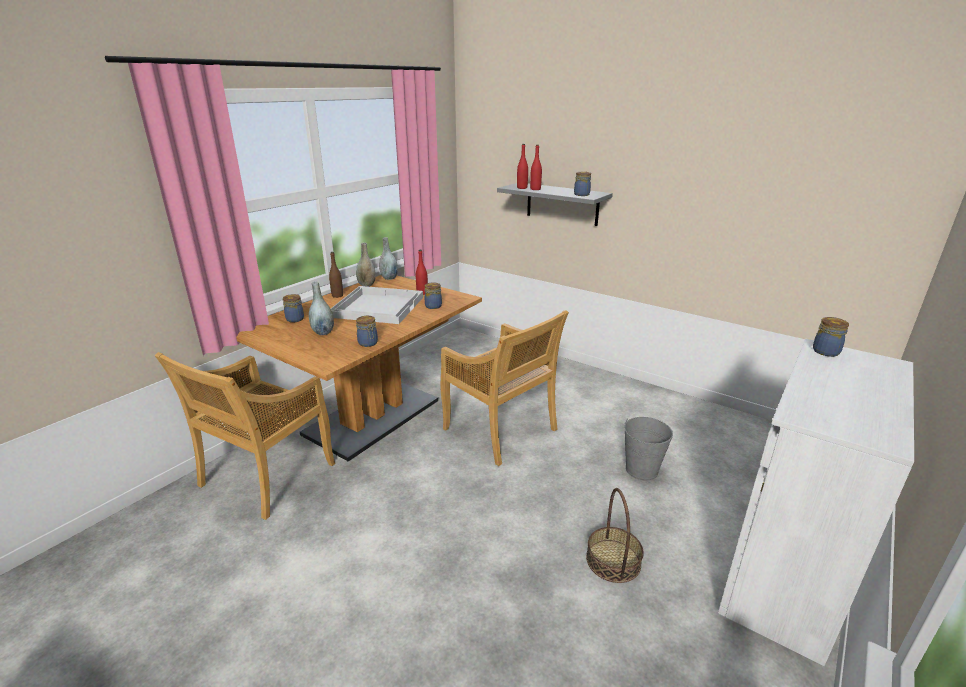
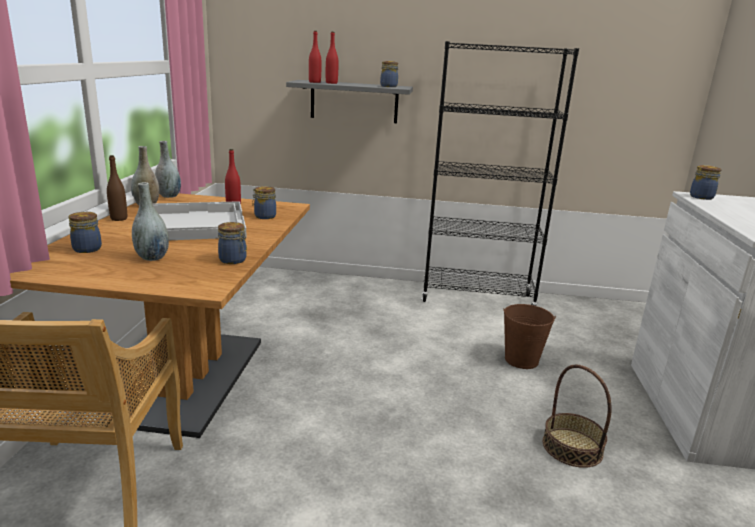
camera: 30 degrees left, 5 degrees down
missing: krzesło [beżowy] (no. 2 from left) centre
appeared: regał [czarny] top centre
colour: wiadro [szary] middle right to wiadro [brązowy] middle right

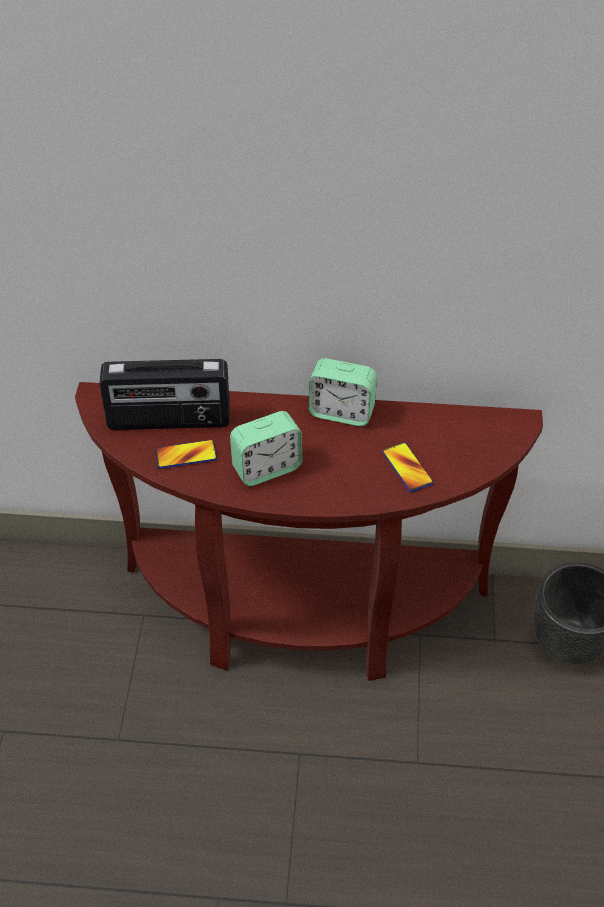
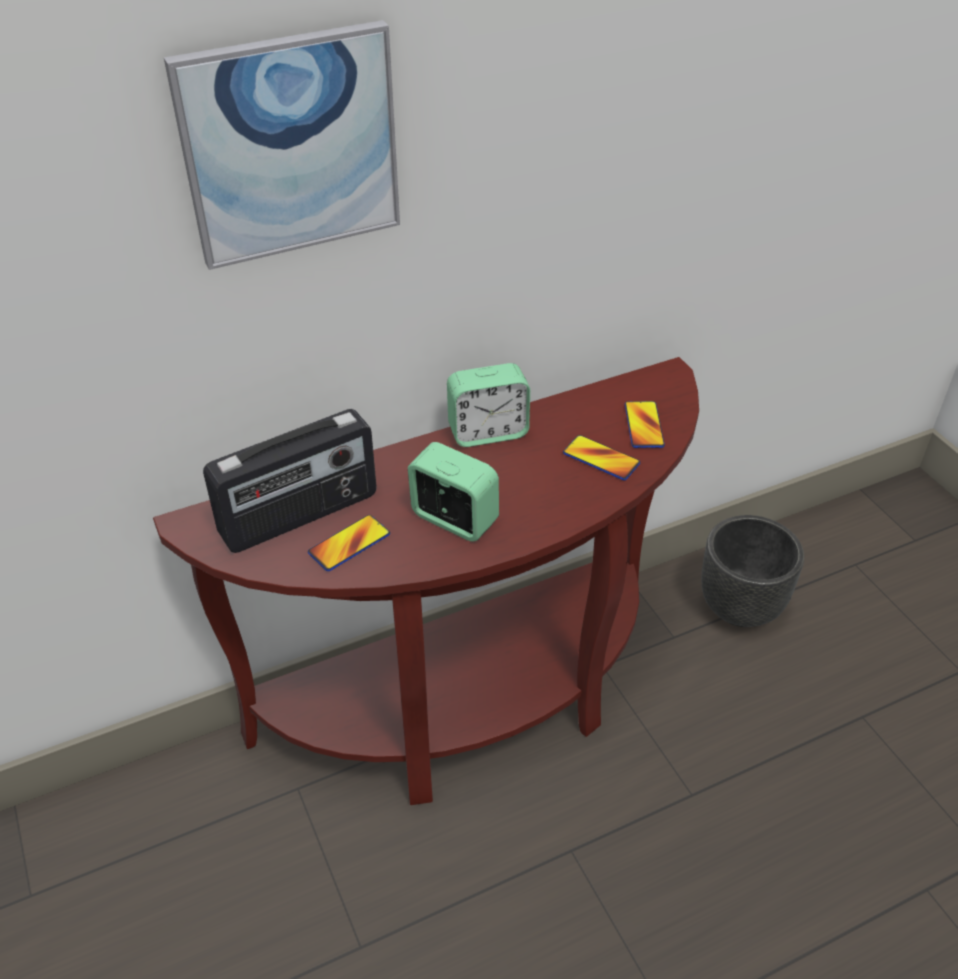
camera: 30 degrees left, 5 degrees down
appeared: obraz top left; telefon (no. 3 from left) middle right
spun: budzik (no. 1 from left) centre = centre 90 degrees counterclockwise

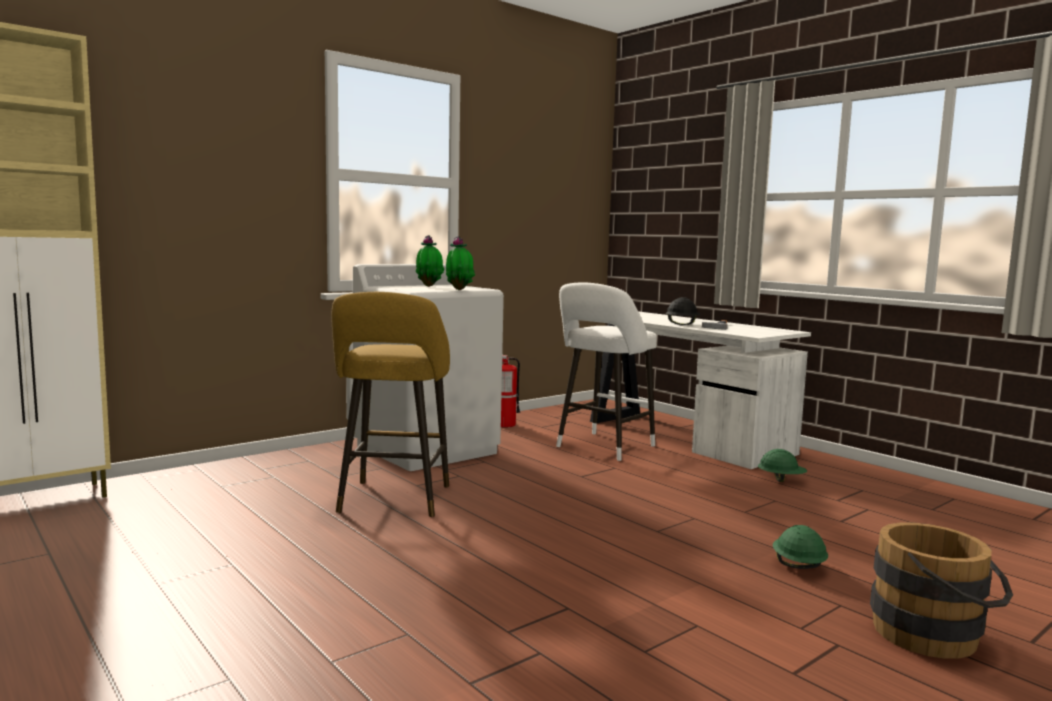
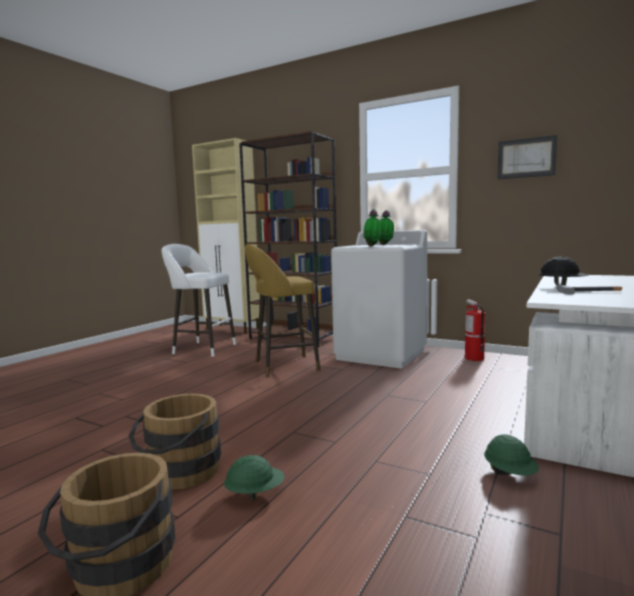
camera: 70 degrees right, 0 degrees up
appeared: wiadro [brązowy] (no. 2 from left) bottom left; regał [brązowy] centre; obraz top right
relocated: stołek [biały] centre to middle left

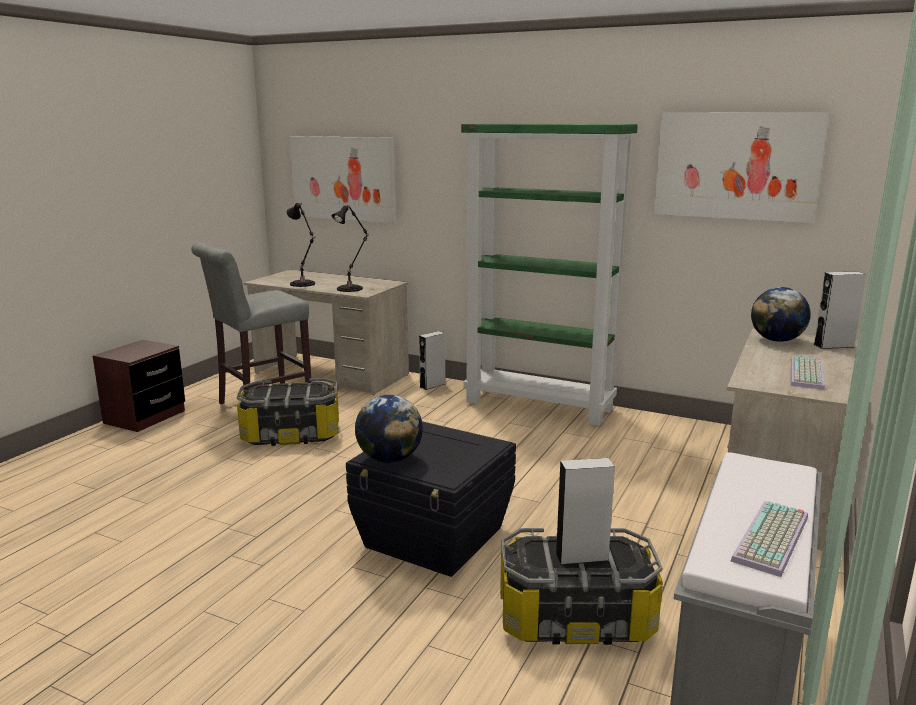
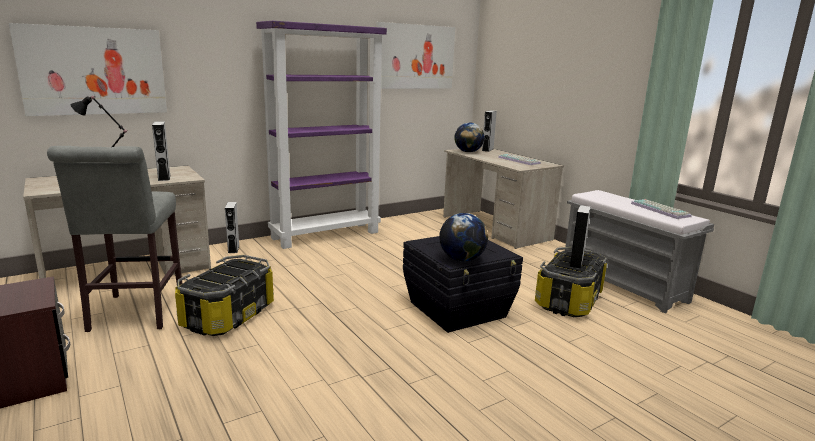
camera: 60 degrees left, 0 degrees up
exchanged: lampa stołowa [czarny] (no. 2 from left) centre to głośnik [szary] (no. 1 from left) middle left
colour: regał [zielony] centre to regał [fioletowy] top centre

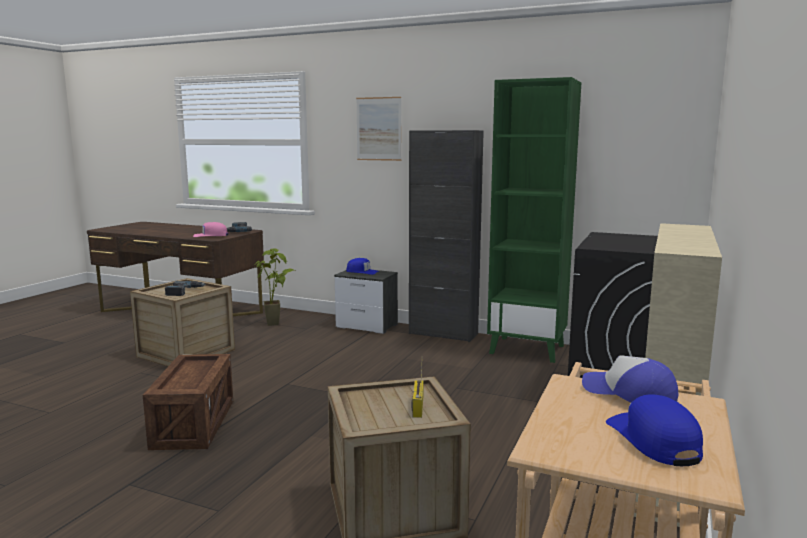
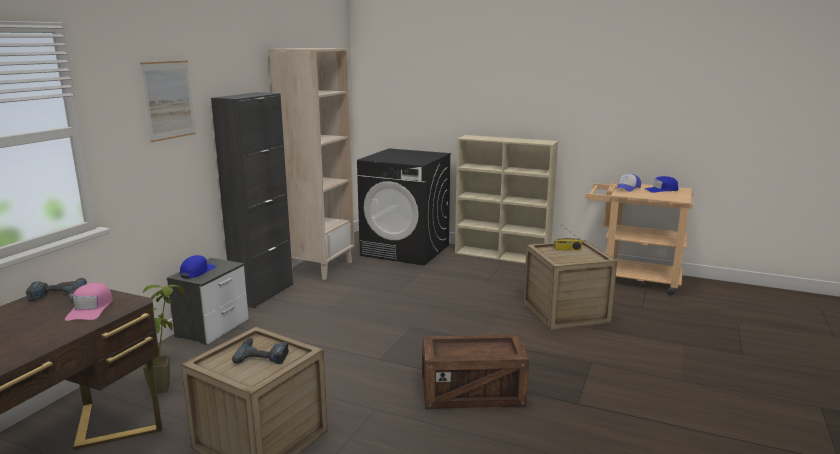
camera: 90 degrees left, 5 degrees up
colour: regał [zielony] centre to regał [beżowy] (no. 1 from left) centre

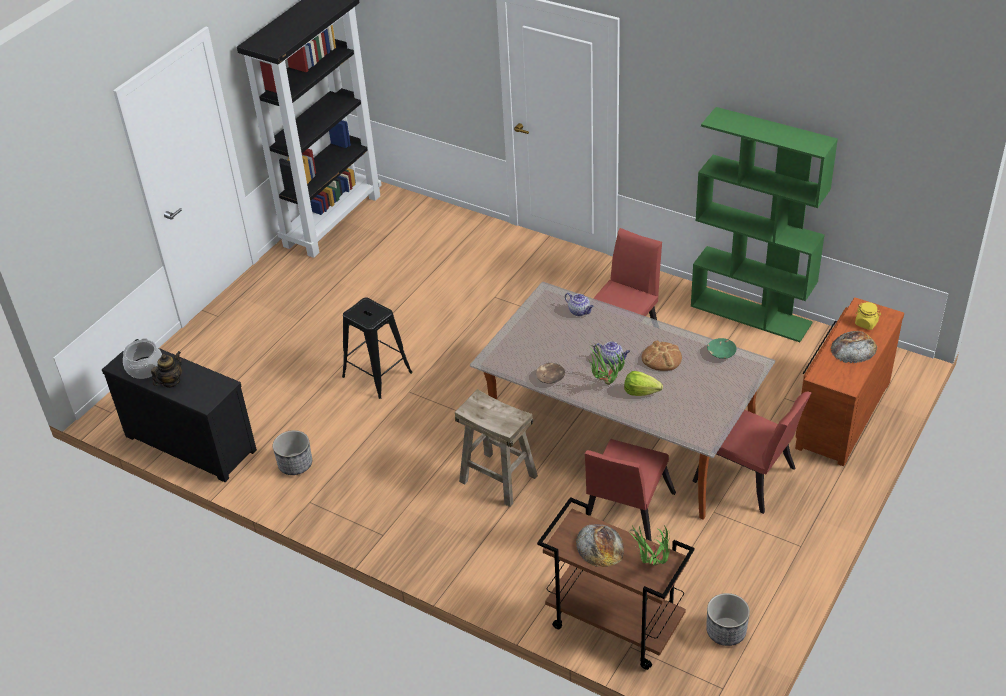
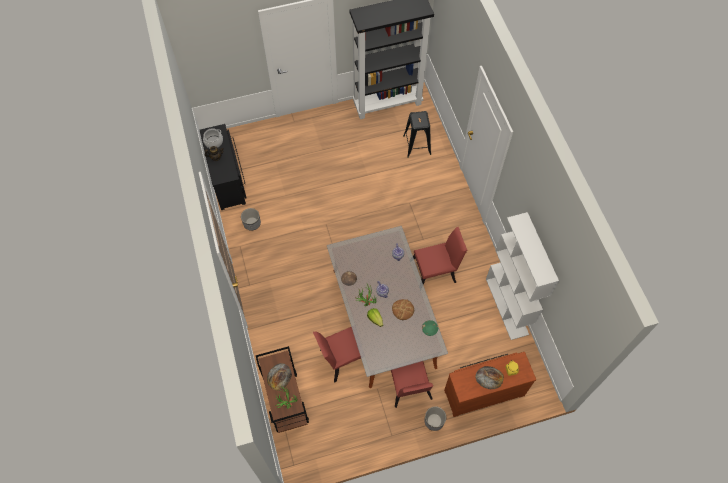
camera: 40 degrees right, 20 degrees up
missing: stołek [beżowy] centre
relocated: stołek [czarny] centre to top centre; donica (no. 2 from left) bottom right to bottom centre
colour: regał [zielony] top right to regał [biały] middle right

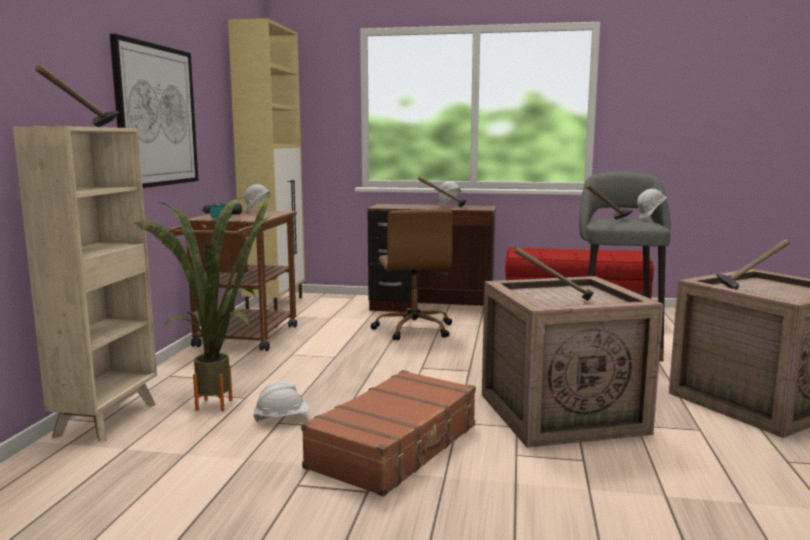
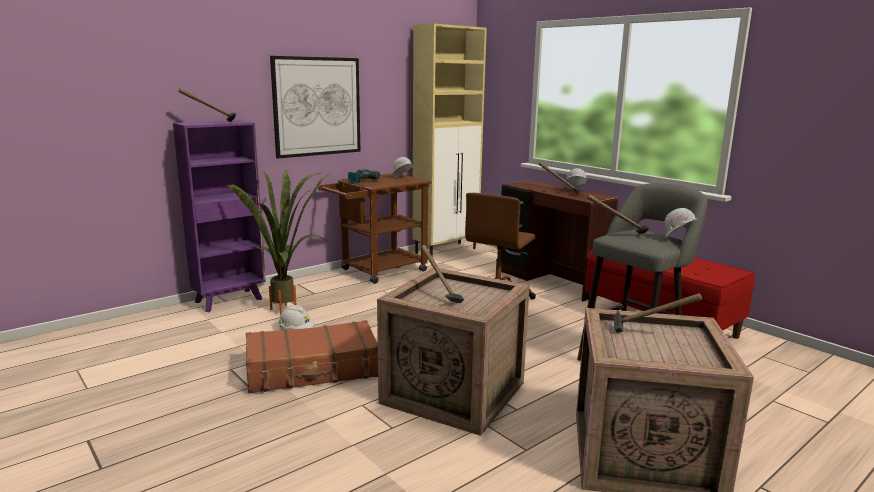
camera: 40 degrees right, 5 degrees up
colour: regał [beżowy] middle left to regał [fioletowy] middle left

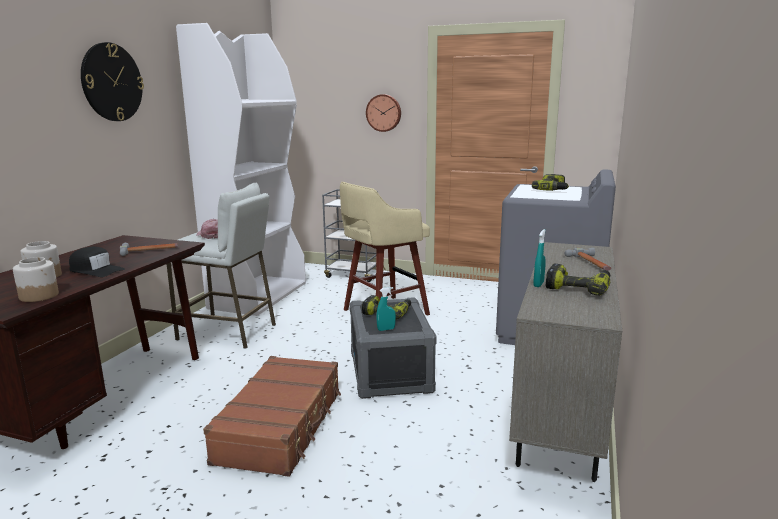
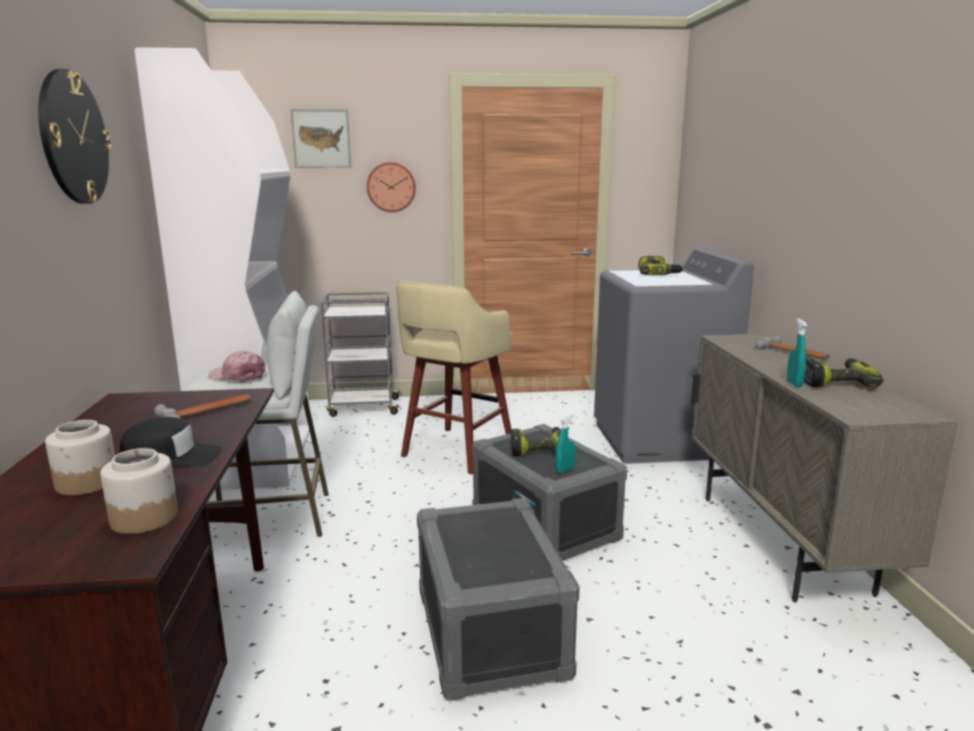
camera: 25 degrees left, 0 degrees up
appeared: obraz top left
exchanged: walizka [brązowy] bottom centre to pojemnik do przechowywania [szary] (no. 1 from left) bottom centre

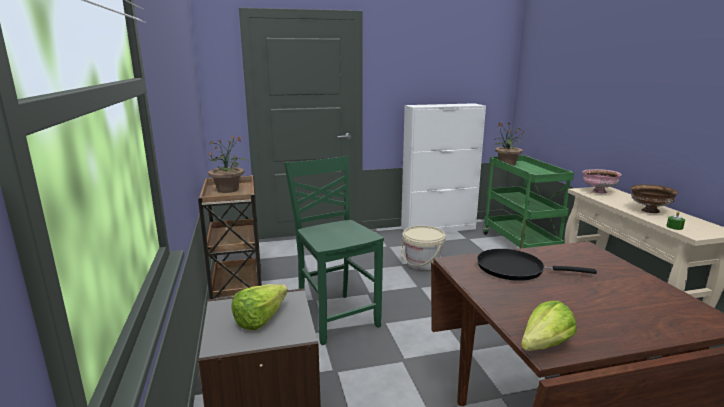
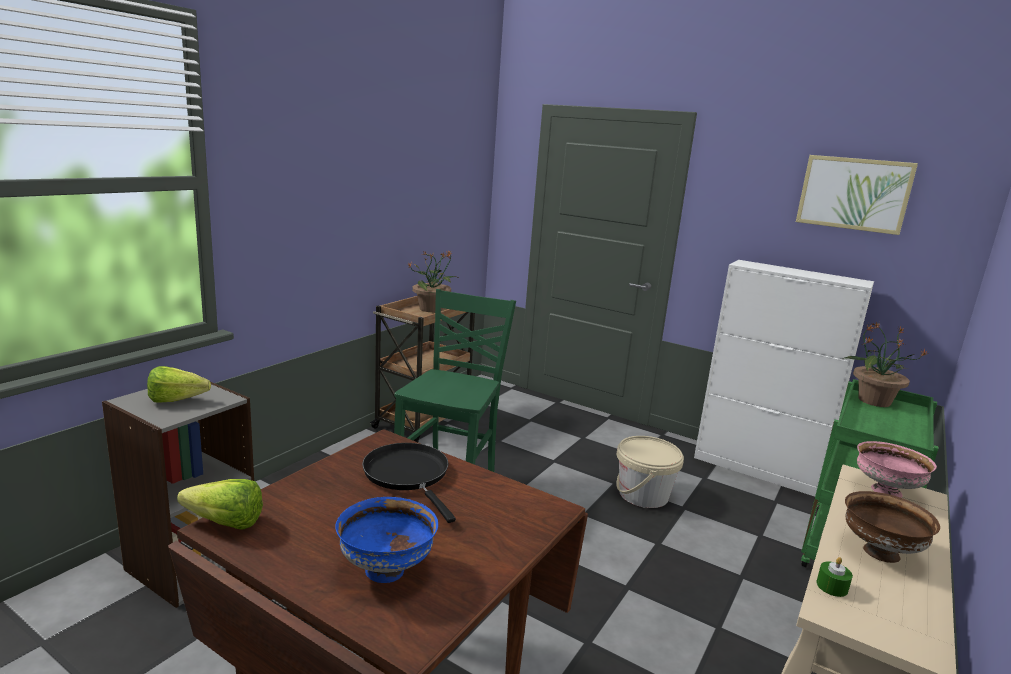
camera: 45 degrees right, 0 degrees up
appeared: miska [niebieski] bottom centre; obraz top right

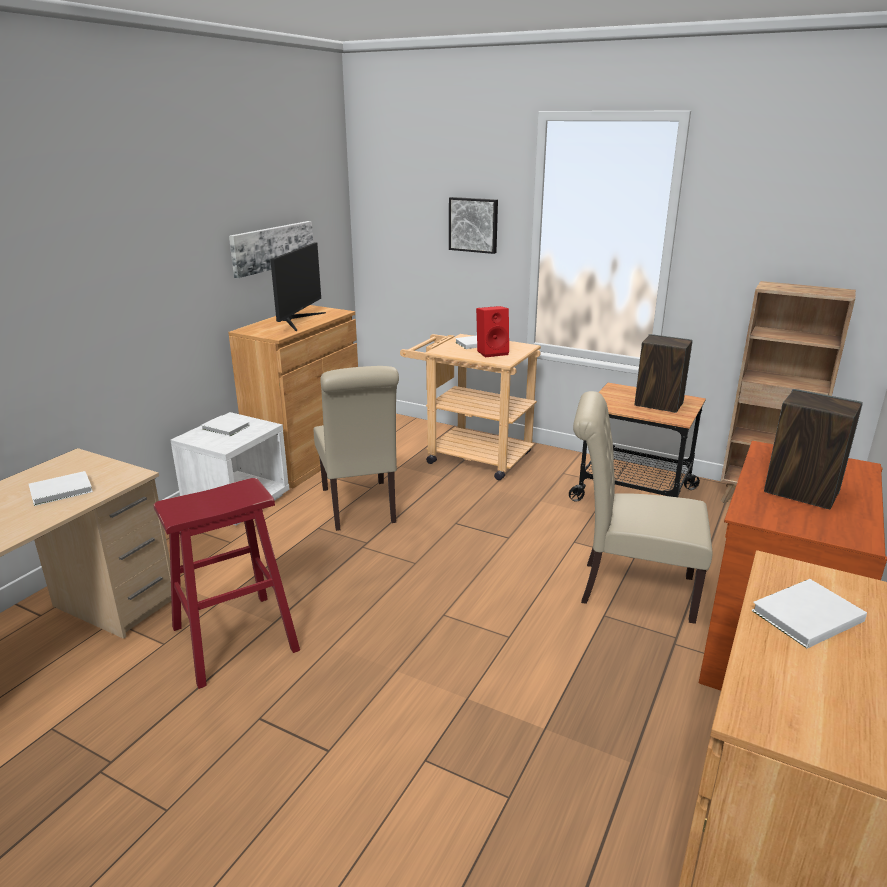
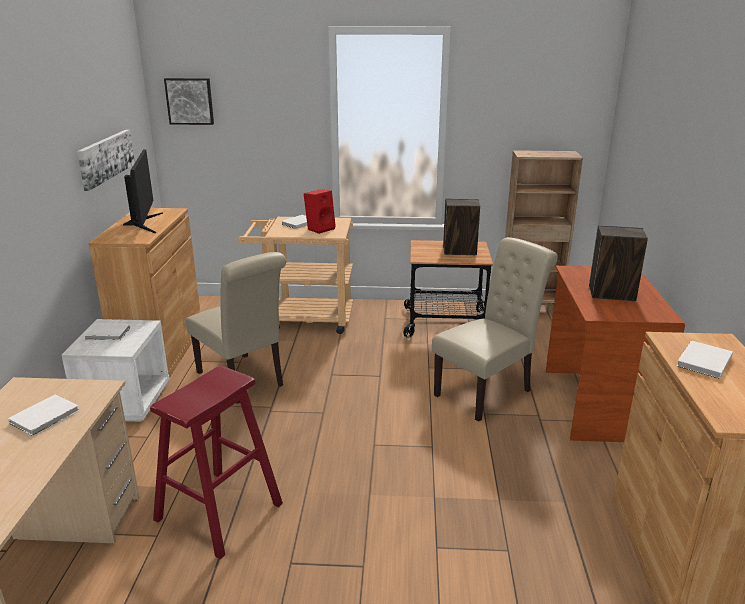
camera: 25 degrees left, 0 degrees up
relocated: obraz (no. 2 from left) top centre to top left
spun: krzesło [beżowy] (no. 2 from left) middle right = centre 150 degrees clockwise

